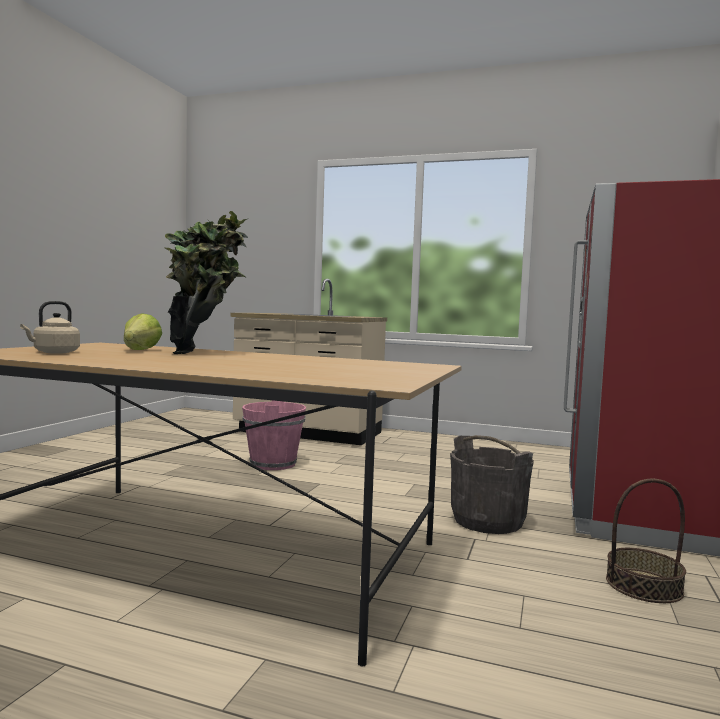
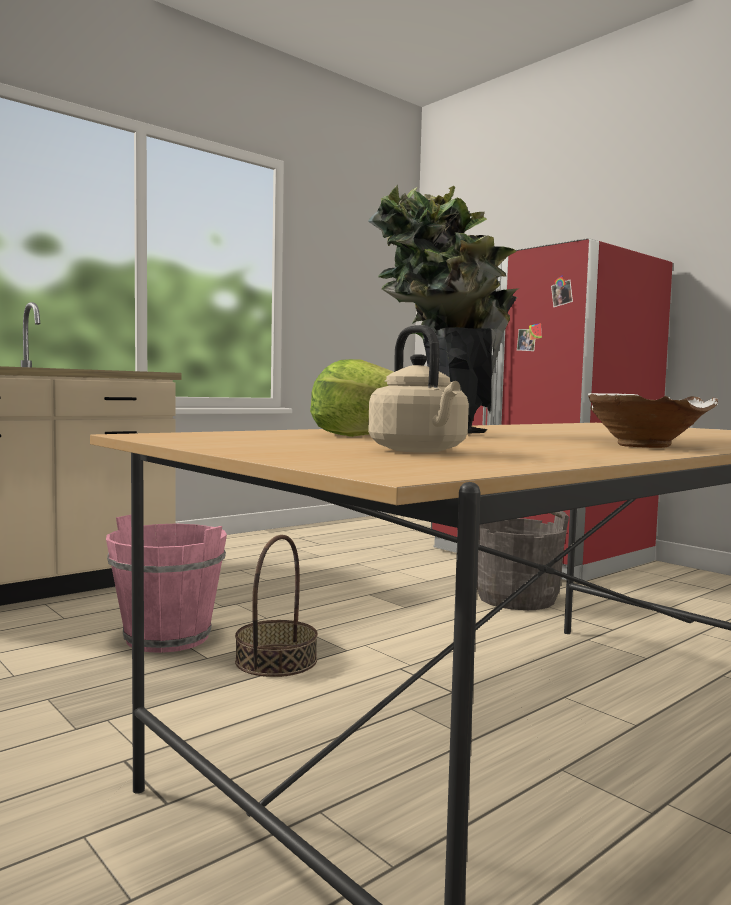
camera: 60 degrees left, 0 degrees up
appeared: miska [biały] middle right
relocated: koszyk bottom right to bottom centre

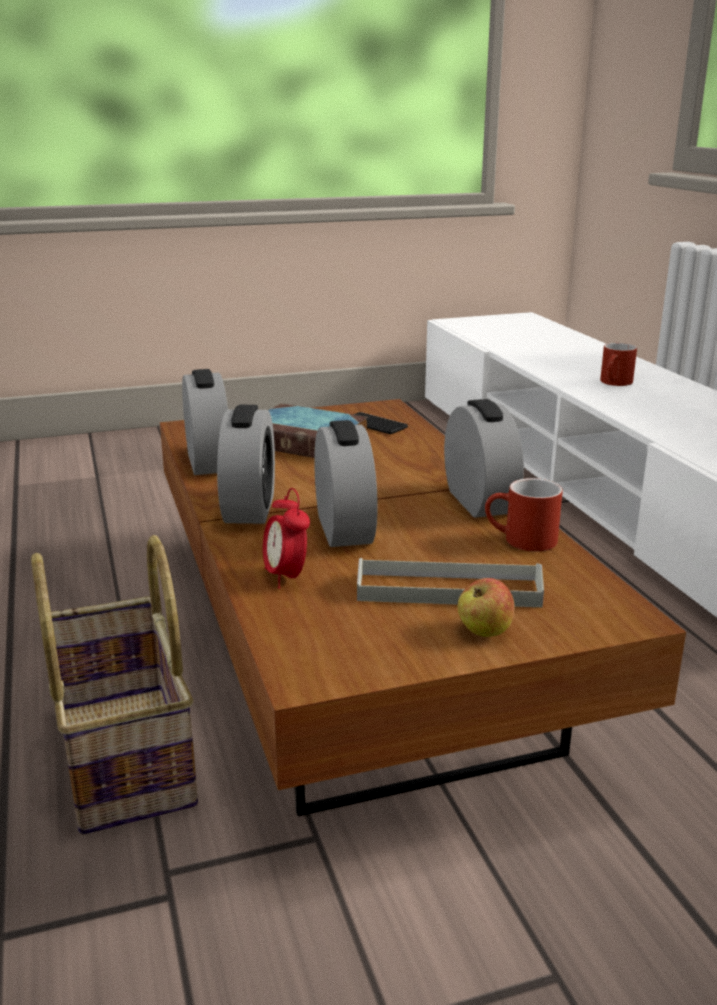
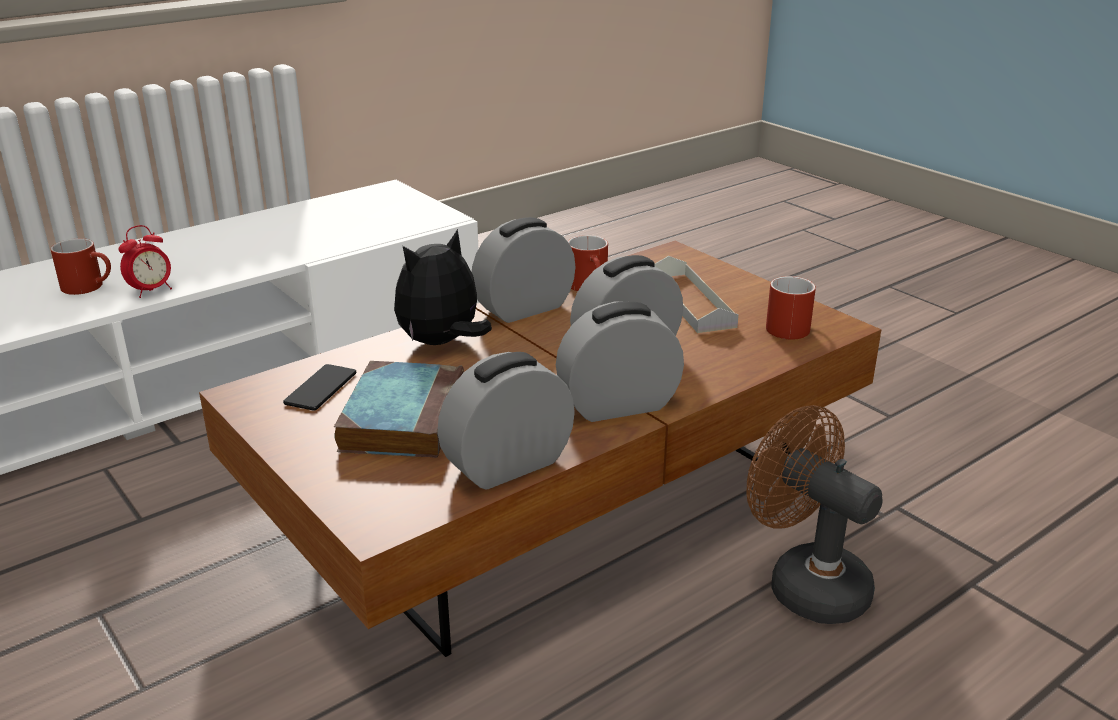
camera: 110 degrees left, 5 degrees up
missing: jabłko middle right
appeared: pluszak centre; kubek [czerwony] (no. 3 from left) middle right
relocated: budzik (no. 3 from left in the first image) centre to budzik (no. 1 from left) middle left
exchanged: koszyk bottom left to wentylator [brązowy] bottom right

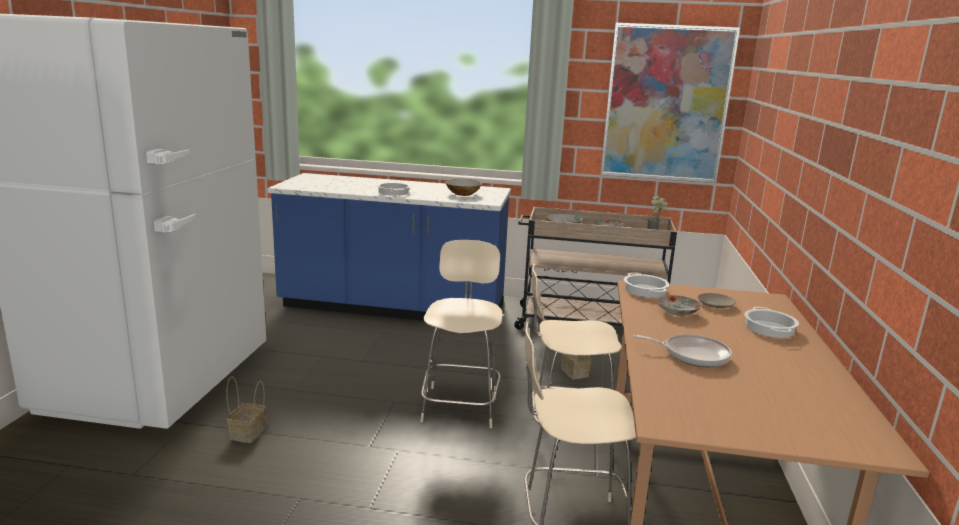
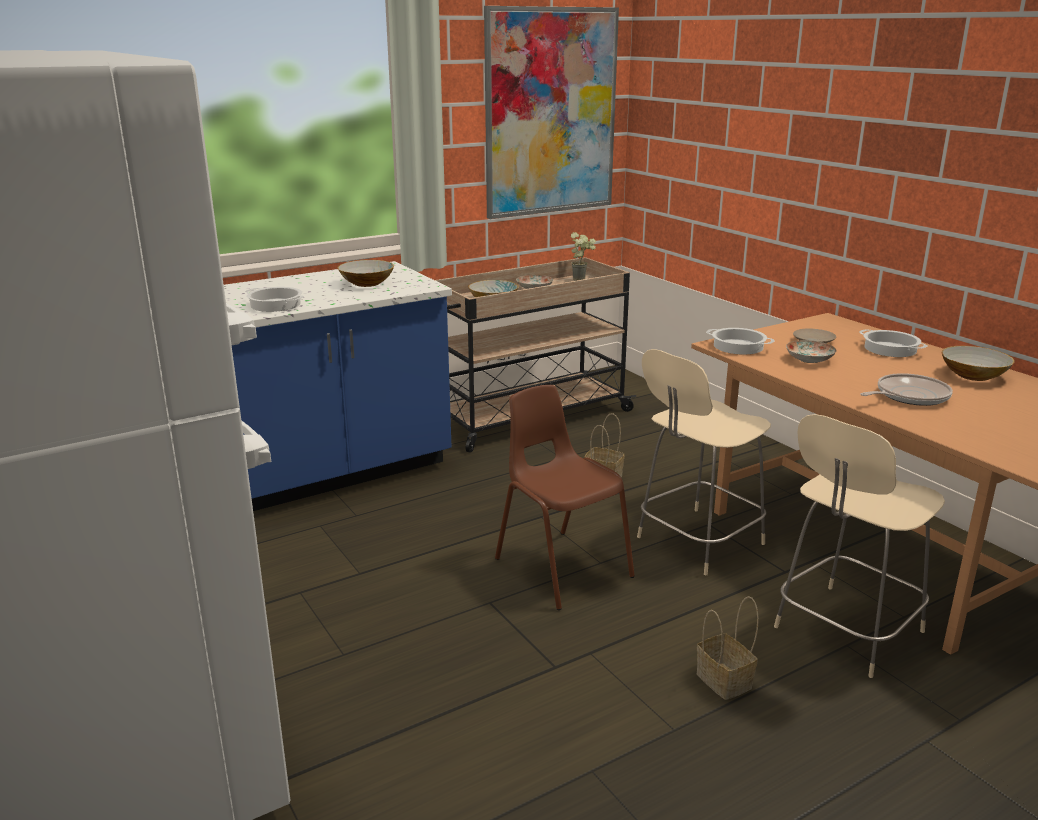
camera: 40 degrees left, 5 degrees up
appeared: miska (no. 3 from left) middle right
relocated: koszyk (no. 1 from left in the first image) bottom left to koszyk (no. 2 from left) bottom right
exchanged: stołek [beżowy] (no. 1 from left) centre to krzesło [brązowy] centre

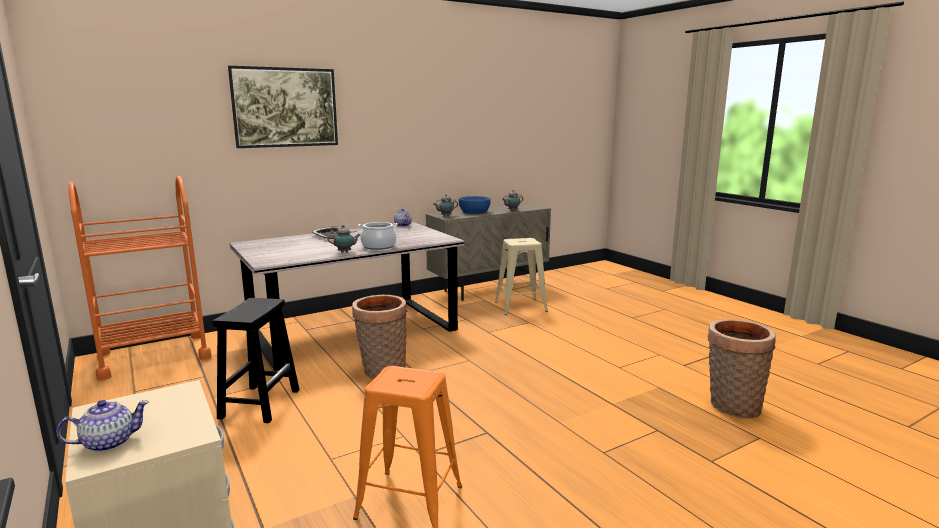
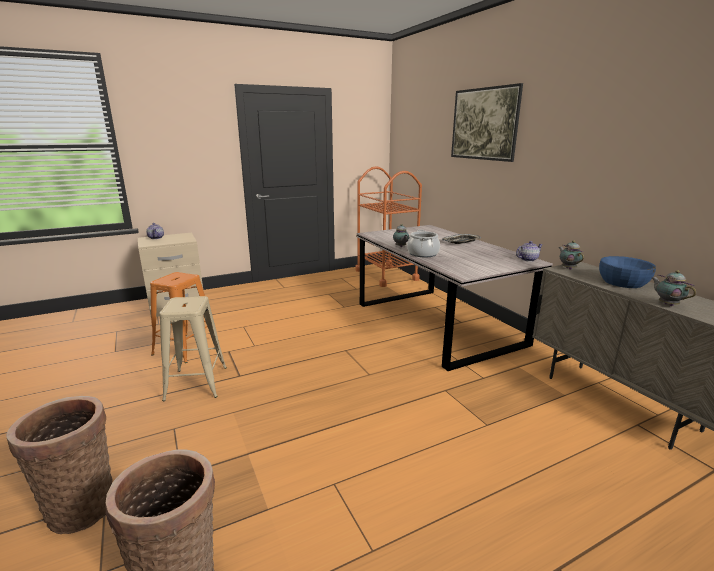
camera: 95 degrees right, 5 degrees up
missing: stołek [czarny] bottom left
relocated: koszyk (no. 1 from left) centre to bottom left; stołek [beżowy] centre to middle left

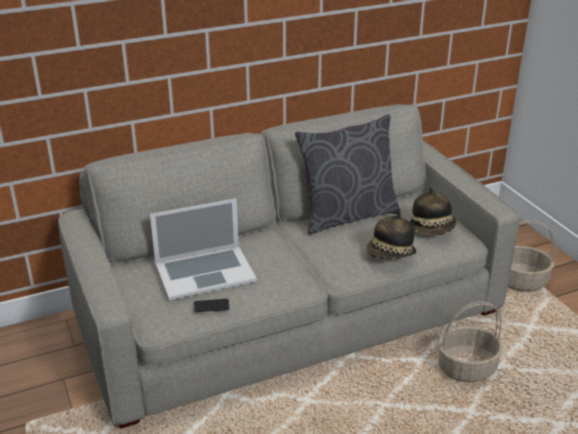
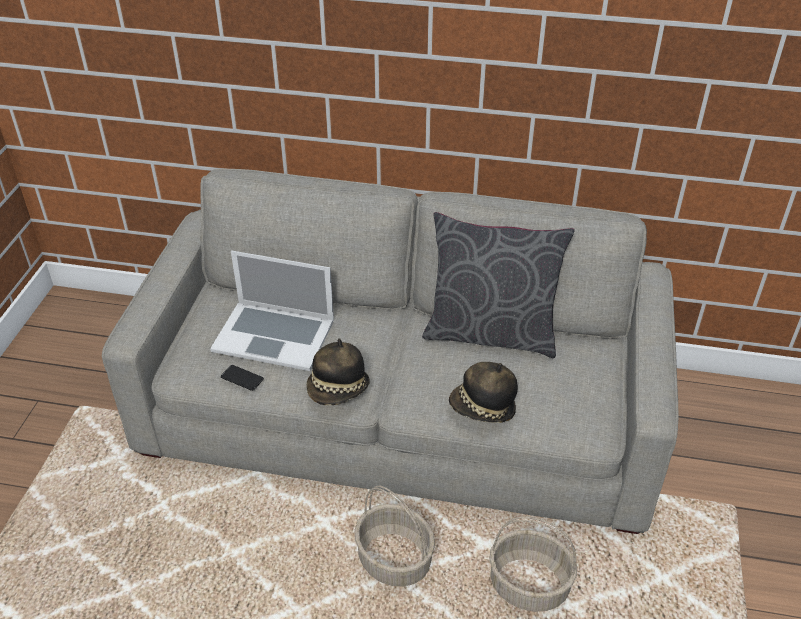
camera: 35 degrees right, 10 degrees up
relocated: kapelusz (no. 2 from left in the first image) middle right to kapelusz (no. 1 from left) centre; koszyk (no. 2 from left in the first image) middle right to koszyk (no. 1 from left) bottom centre

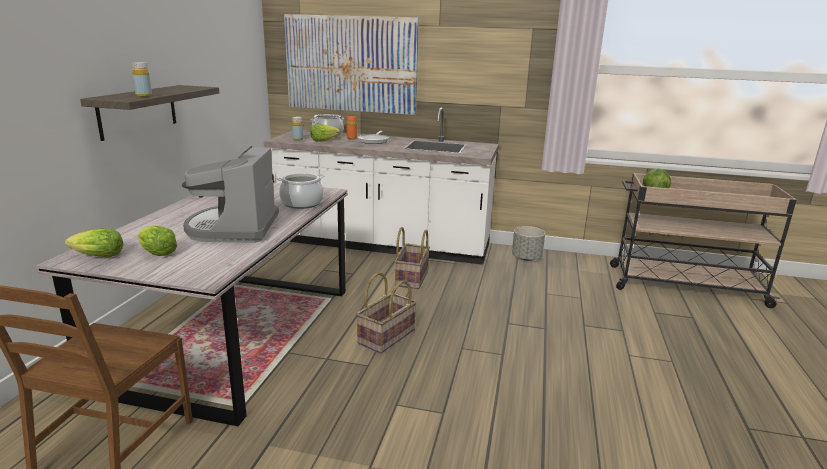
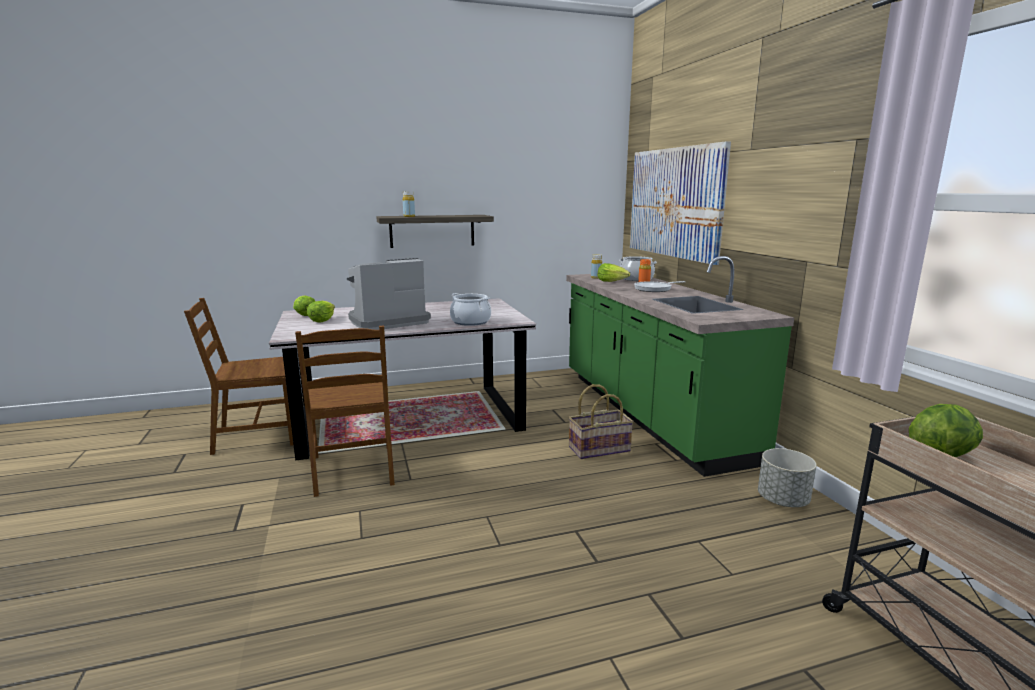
camera: 60 degrees right, 5 degrees down
missing: koszyk (no. 1 from left) centre
appeared: krzesło [brązowy] (no. 2 from left) centre
colour: zabudowa kuchenna [biały] centre to zabudowa kuchenna [zielony] centre

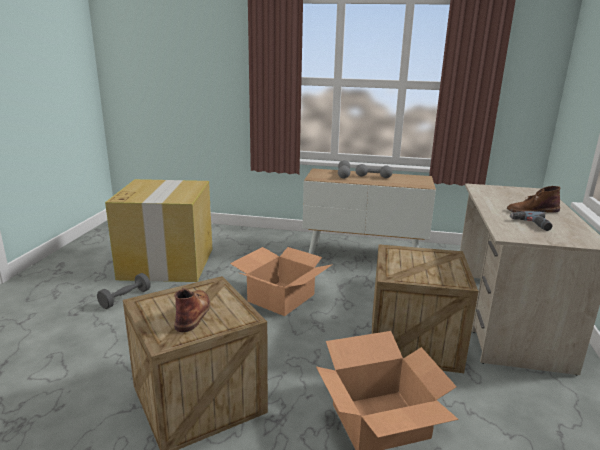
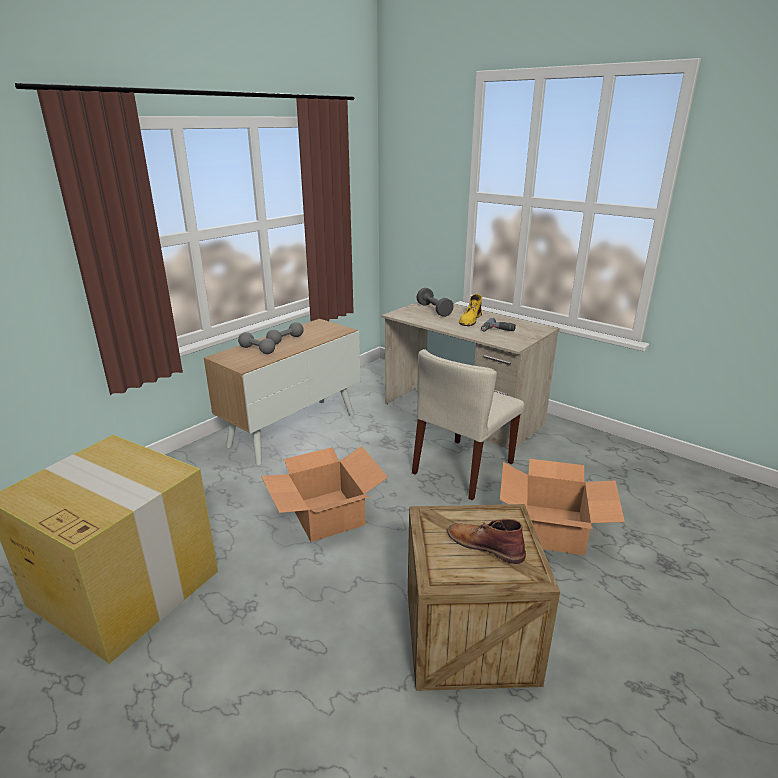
camera: 60 degrees left, 5 degrees up
relocated: hantel [szary] (no. 1 from left in the first image) middle left to hantel [szary] (no. 3 from left) centre
exchanged: skrzynka (no. 2 from left) bottom right to krzesło [beżowy] centre
colour: but z cholewką [brązowy] (no. 2 from left) middle right to but z cholewką [żółty] centre

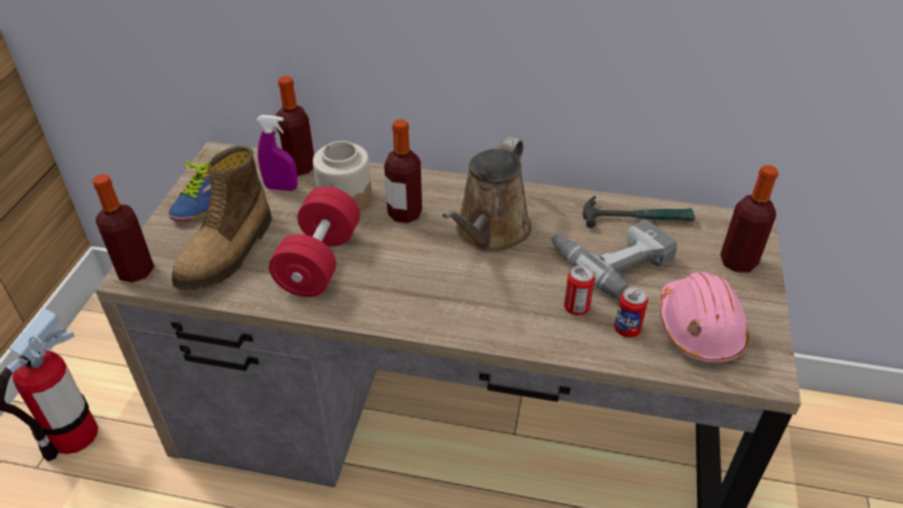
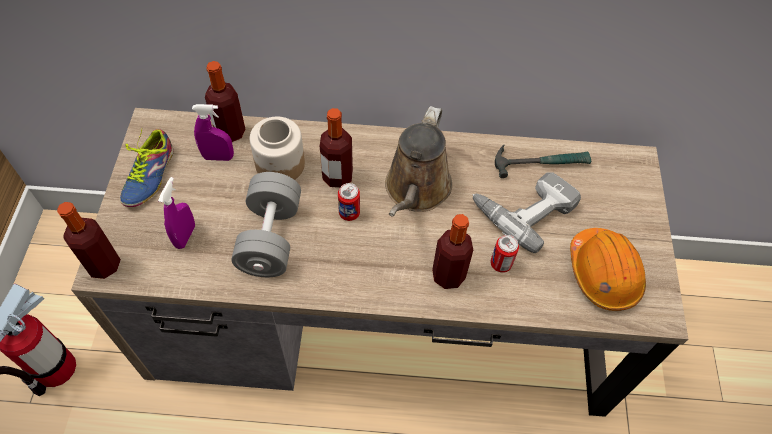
camera: 10 degrees left, 15 degrees up
relocated: puszka (no. 2 from left in the first image) middle right to puszka (no. 1 from left) centre; butelka (no. 4 from left) middle right to centre
exchanged: but z cholewką middle left to spryskiwacz [fioletowy] (no. 1 from left) middle left
colour: hantel [czerwony] centre to hantel [szary] centre; kask [różowy] middle right to kask [pomarańczowy] middle right

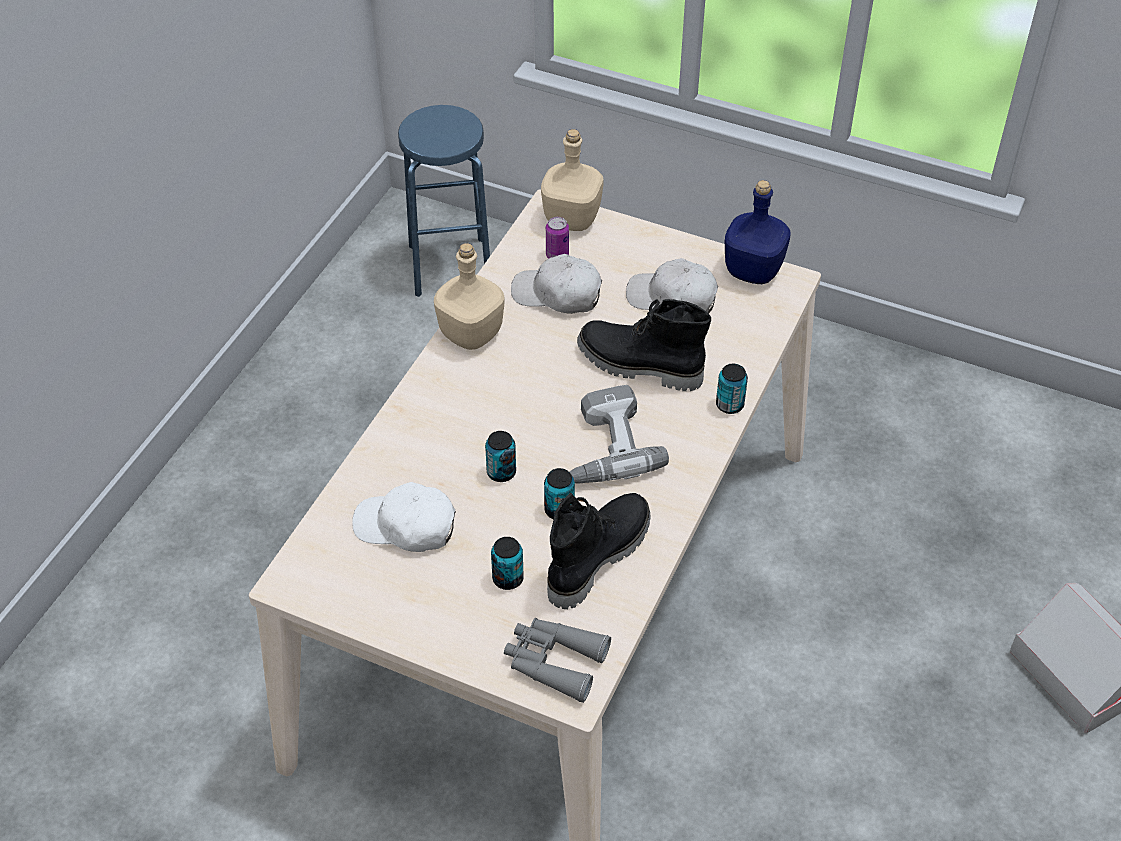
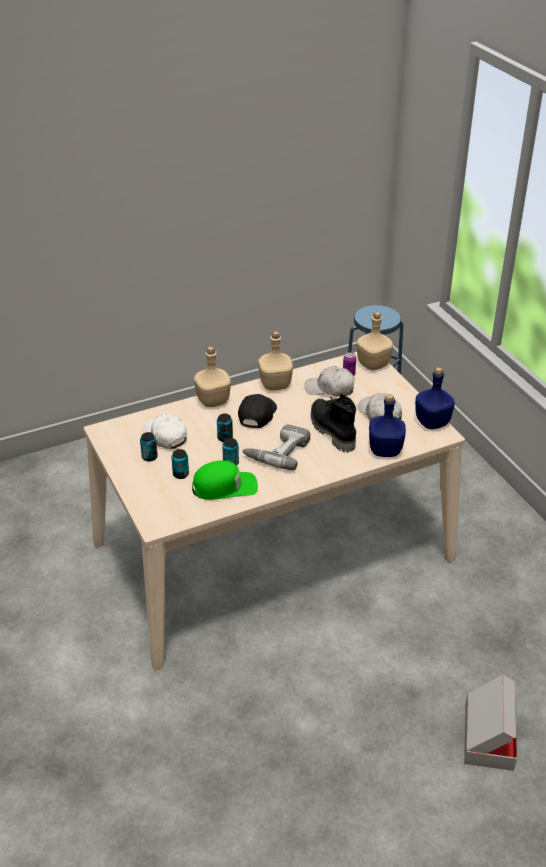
camera: 40 degrees right, 10 degrees down
missing: lornetka [szary] bottom centre
appeared: butelka [beżowy] (no. 1 from left) centre; czapka z daszkiem [czarny] centre; butelka [niebieski] (no. 1 from left) middle right
relocated: puszka (no. 5 from left in the first image) centre to puszka (no. 1 from left) middle left
exchanged: but z cholewką [czarny] (no. 1 from left) centre to czapka z daszkiem [zielony] centre
spun: czapka z daszkiem [biały] (no. 2 from left) centre = centre 45 degrees counterclockwise

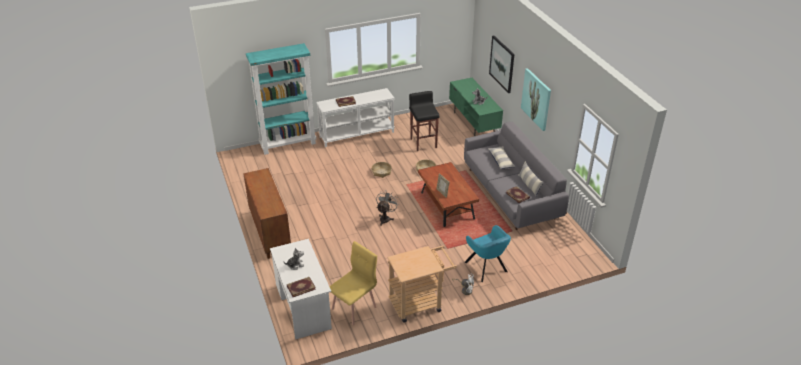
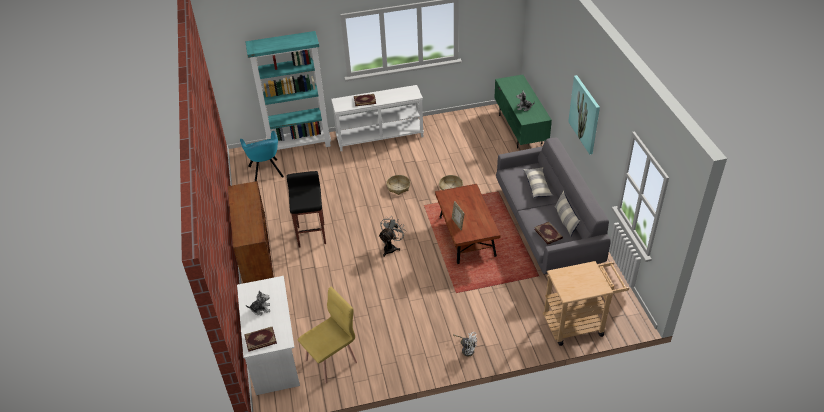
camera: 10 degrees right, 5 degrees up
missing: obraz (no. 1 from left) top centre
relocated: wózek [beżowy] bottom centre to bottom right; stołek [czarny] top centre to centre; fotel [turkusowy] bottom centre to middle left

